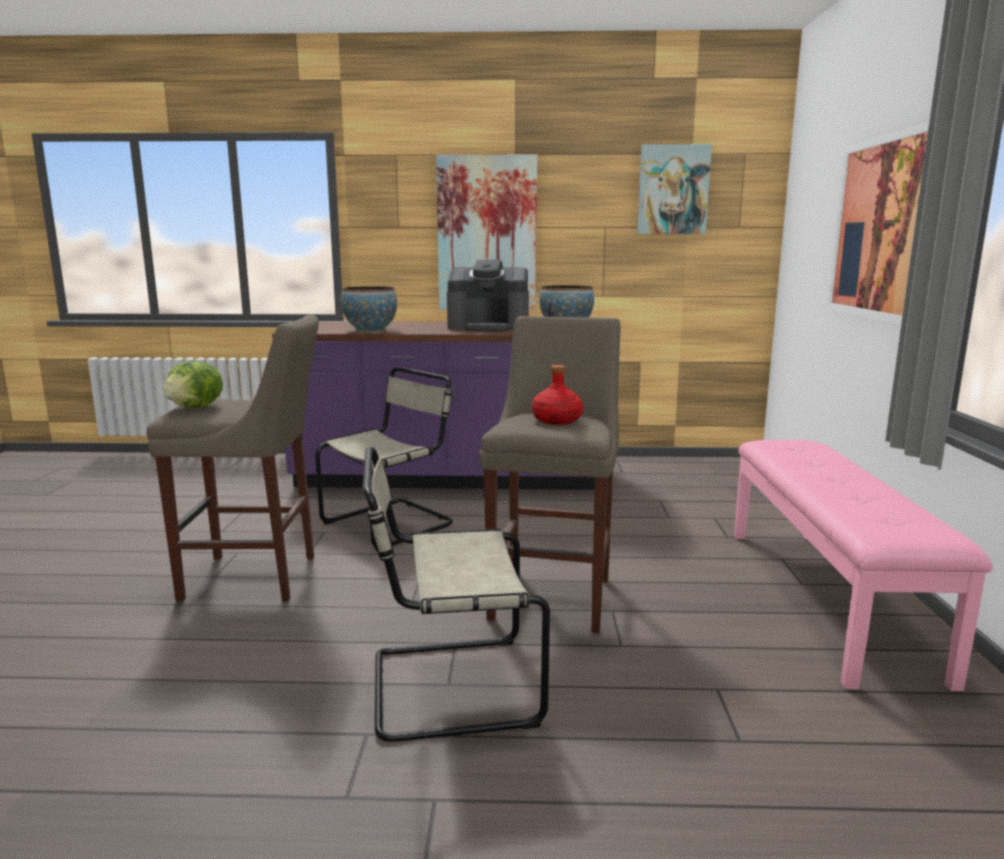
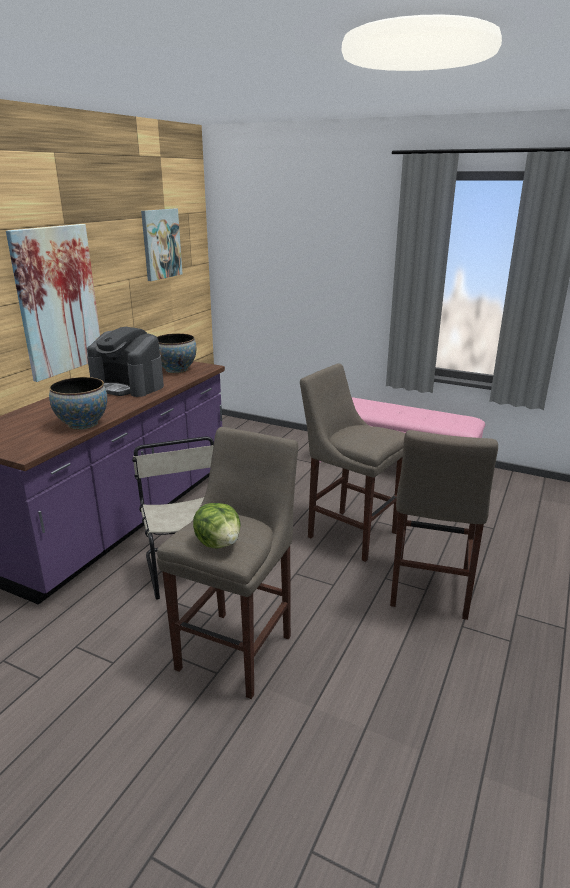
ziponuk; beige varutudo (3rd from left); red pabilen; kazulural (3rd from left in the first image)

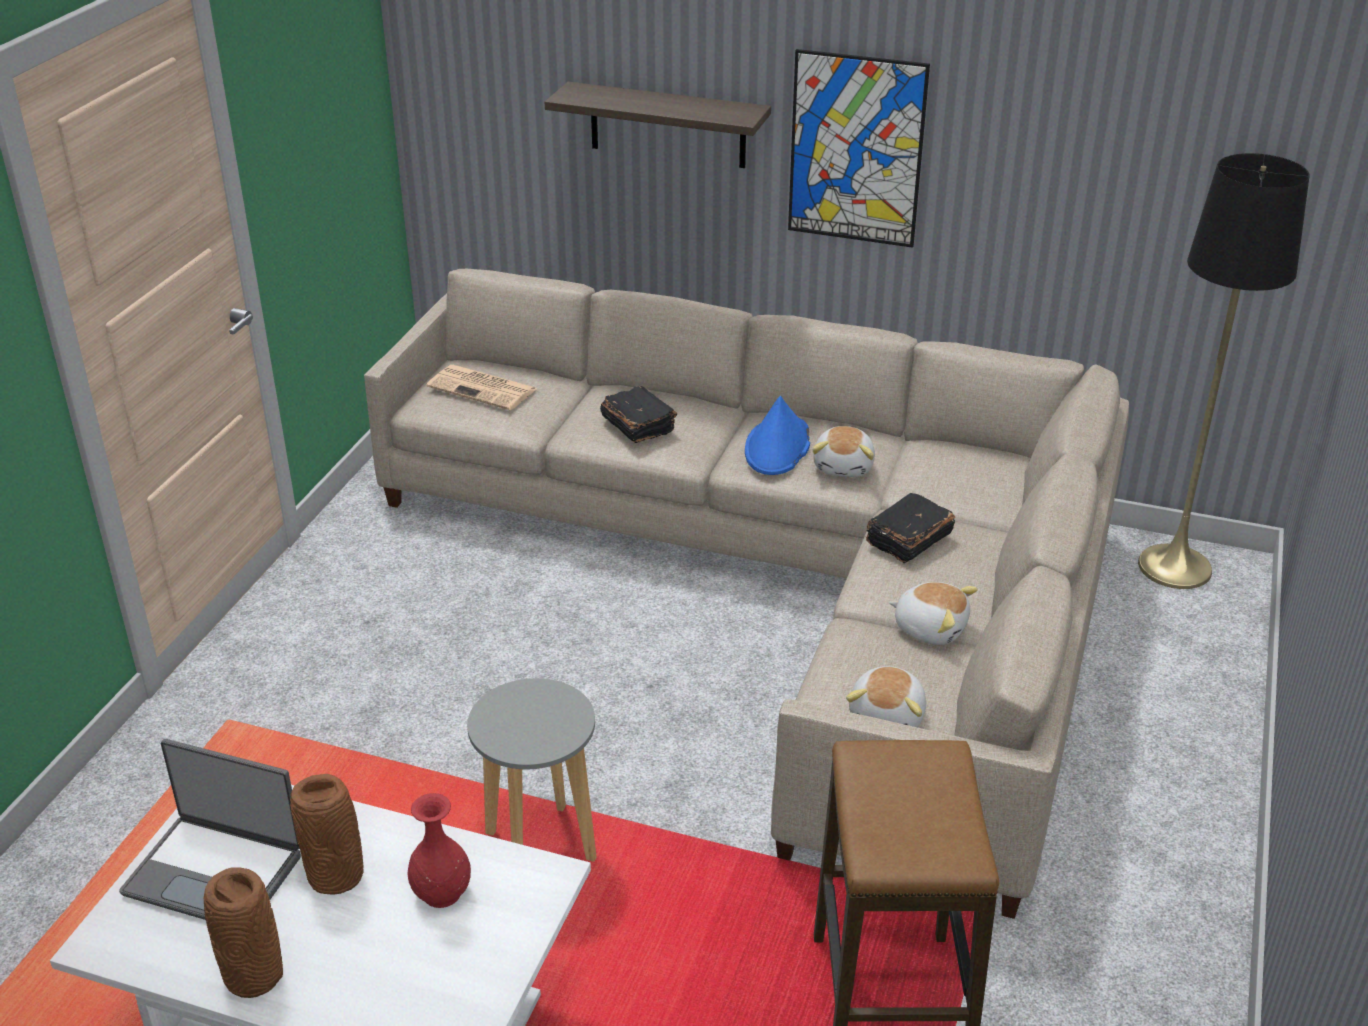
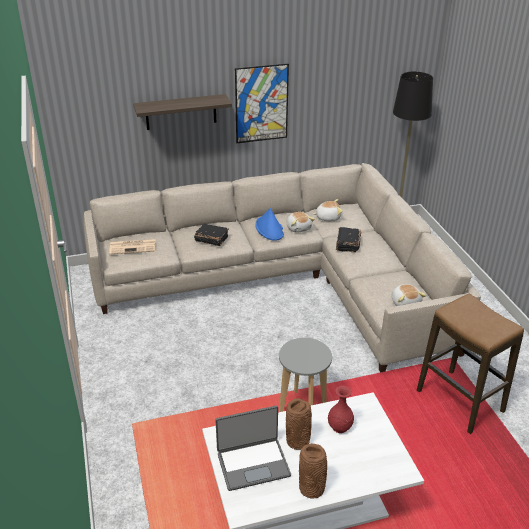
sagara (2nd from left)

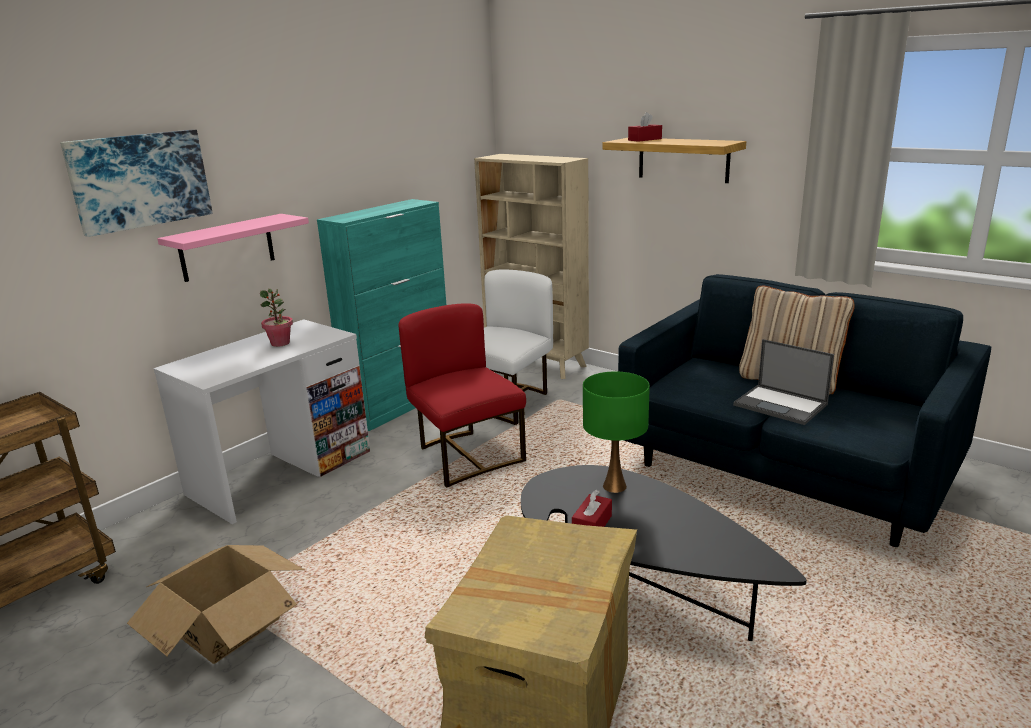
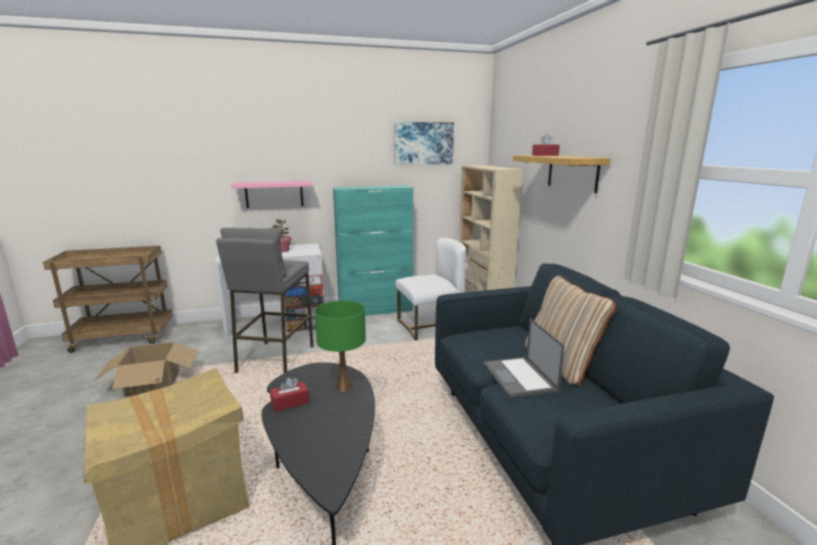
grey varutudo; kazulural; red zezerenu

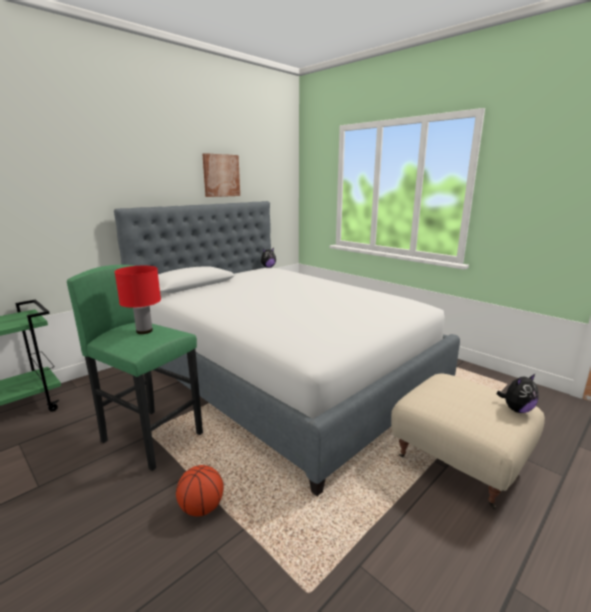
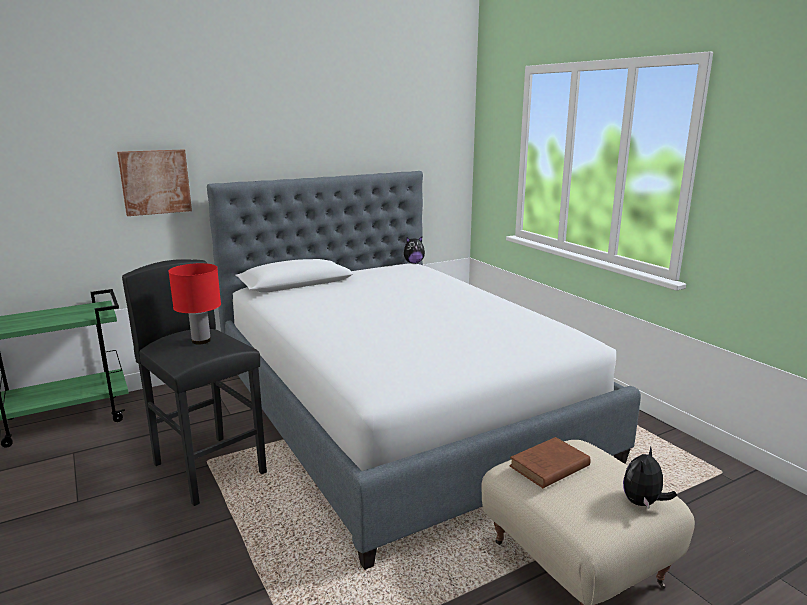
kazulural; black varutudo; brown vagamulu; sagara (2nd from left); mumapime

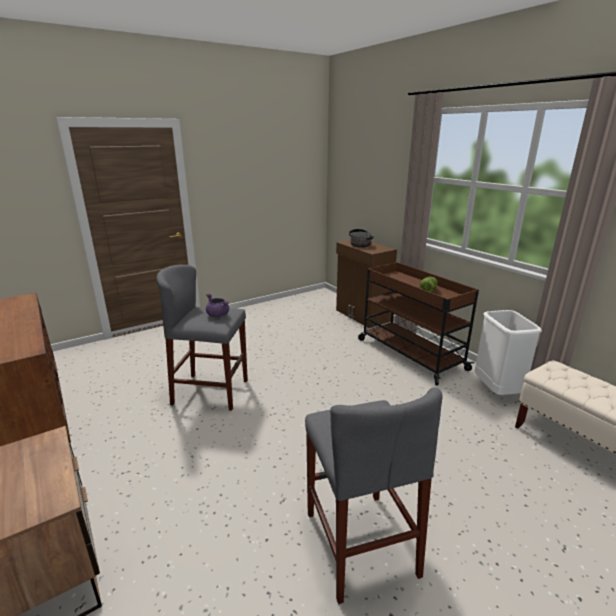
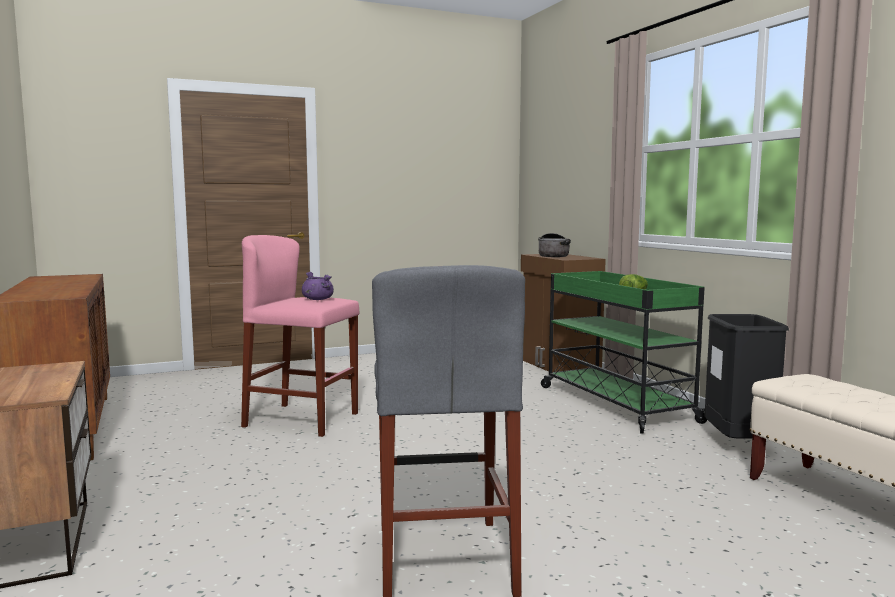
pink varutudo; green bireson; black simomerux

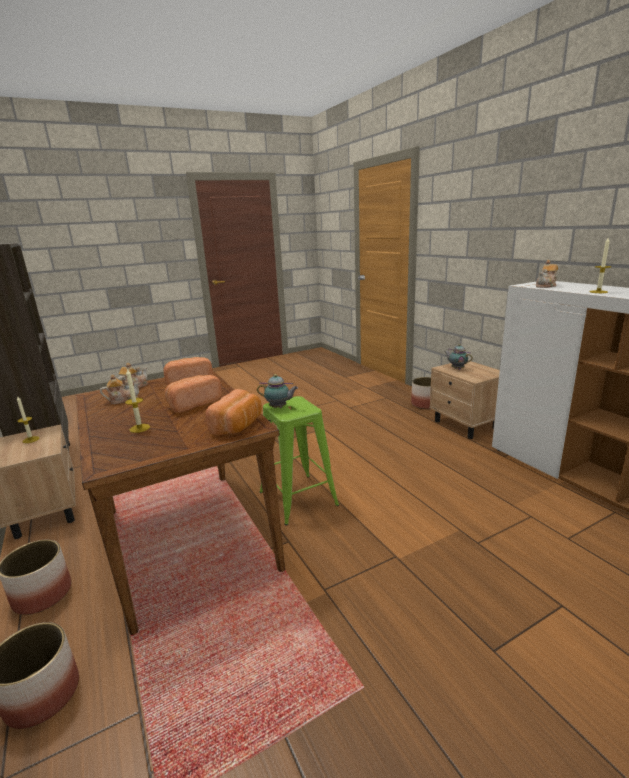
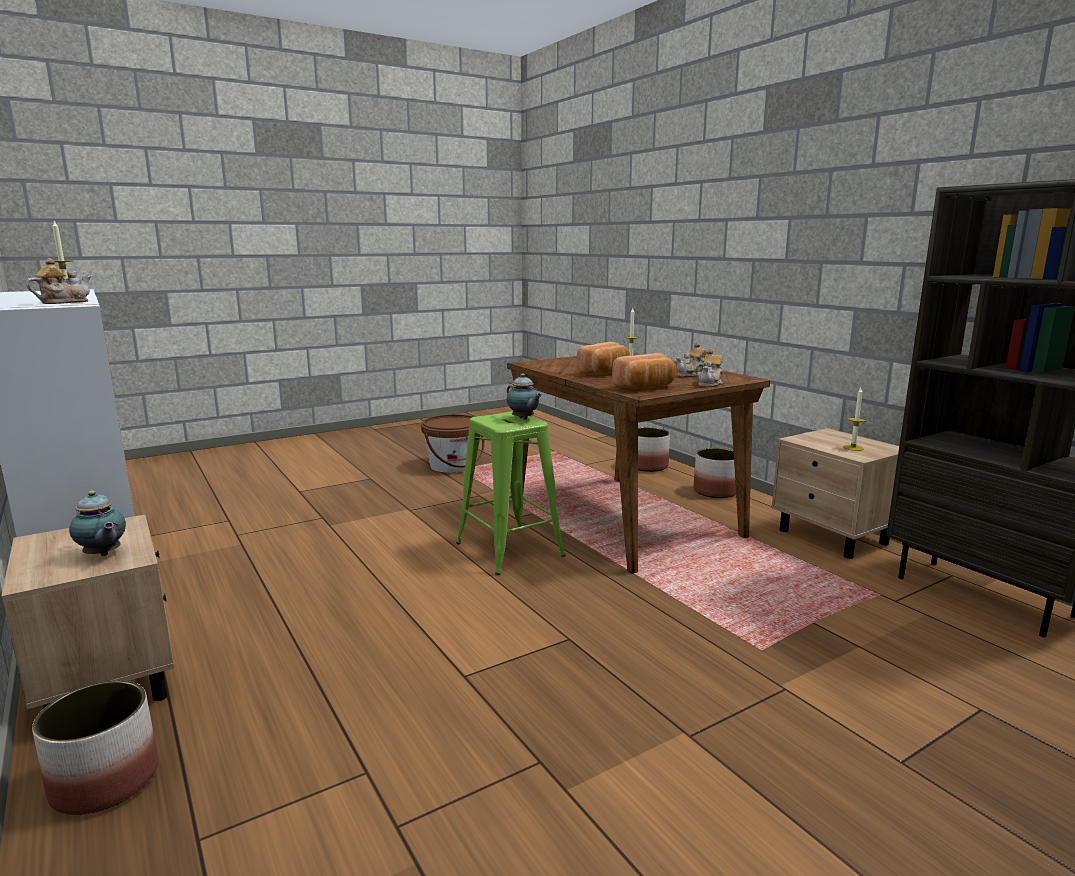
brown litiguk; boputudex (3rd from left); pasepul (3rd from left in the first image)

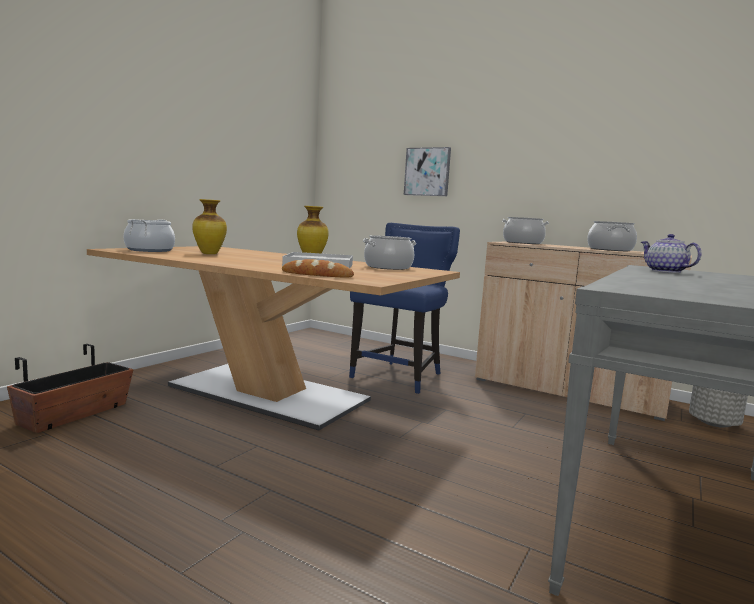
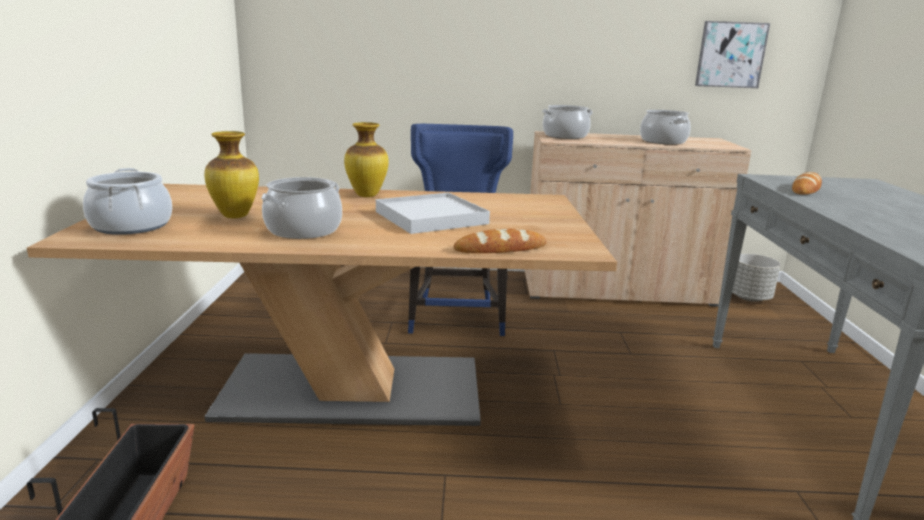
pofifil (2nd from left); kazulural; pasepul (2nd from left)

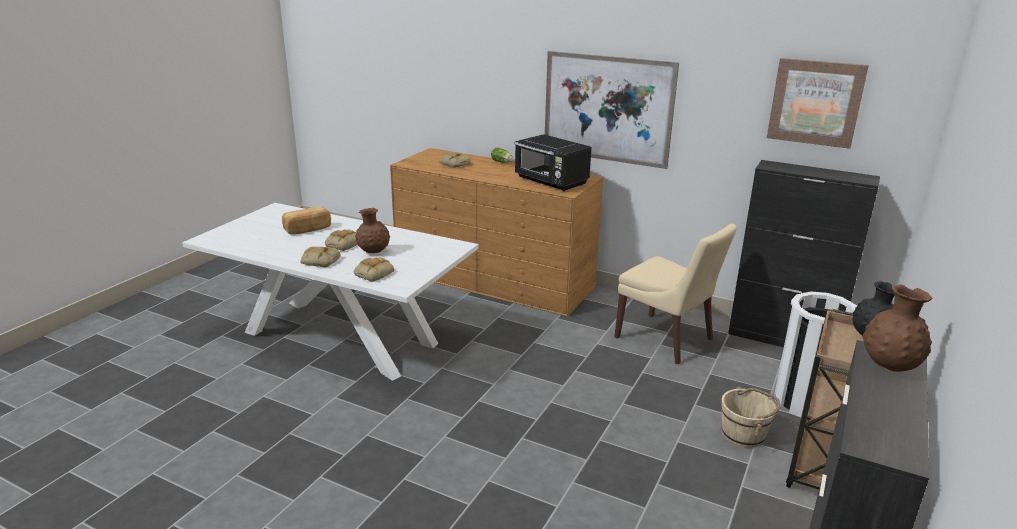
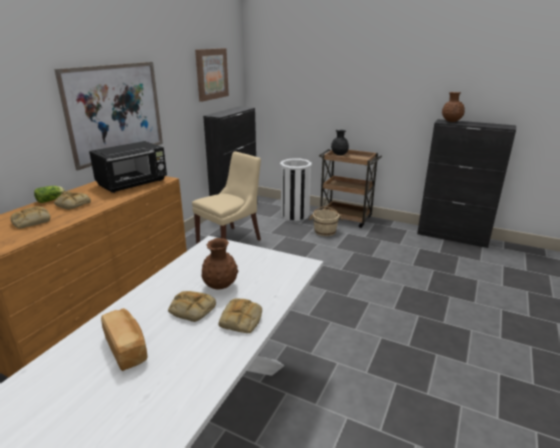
pasepul (2nd from left)

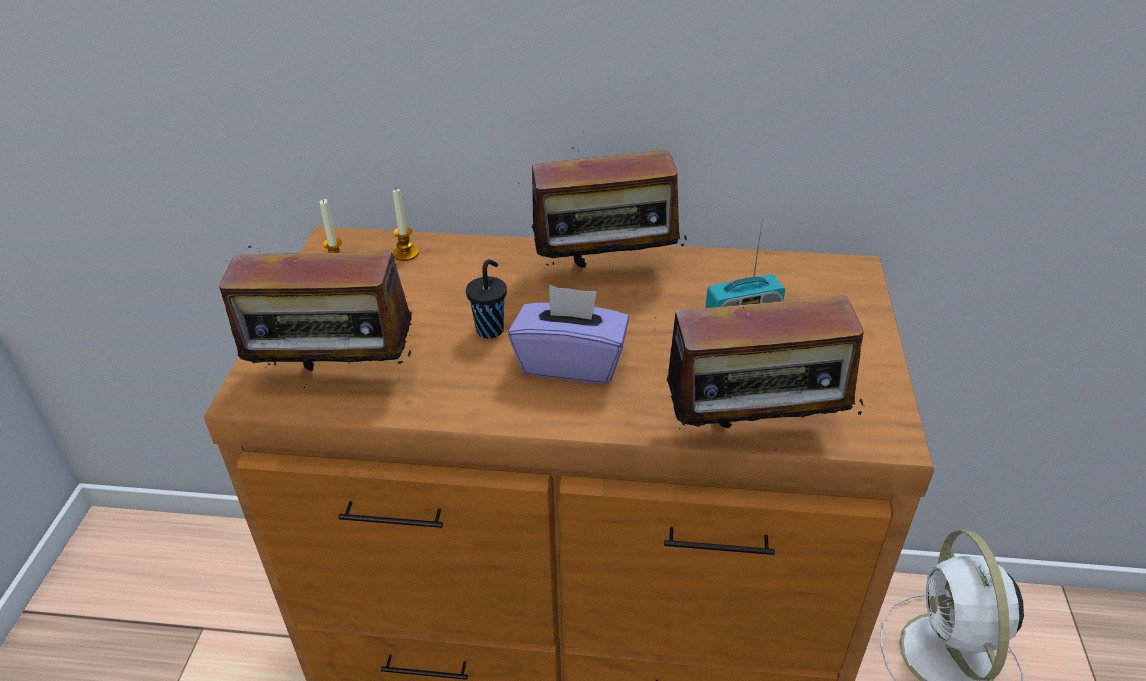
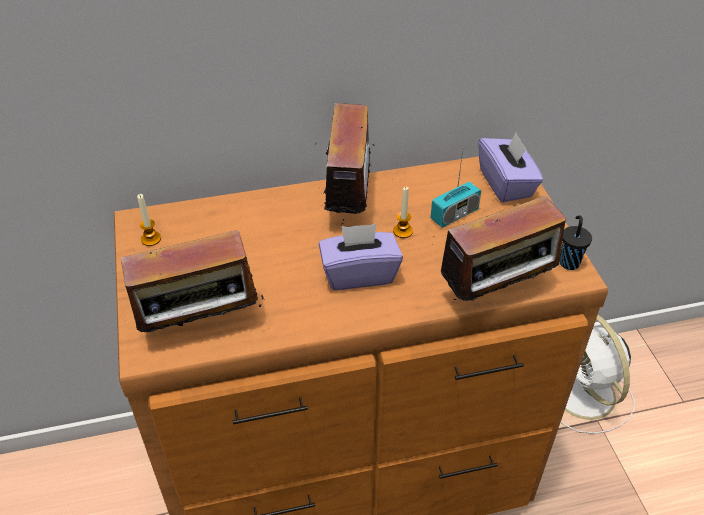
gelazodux (2nd from left); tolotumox (2nd from left); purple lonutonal (2nd from left); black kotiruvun

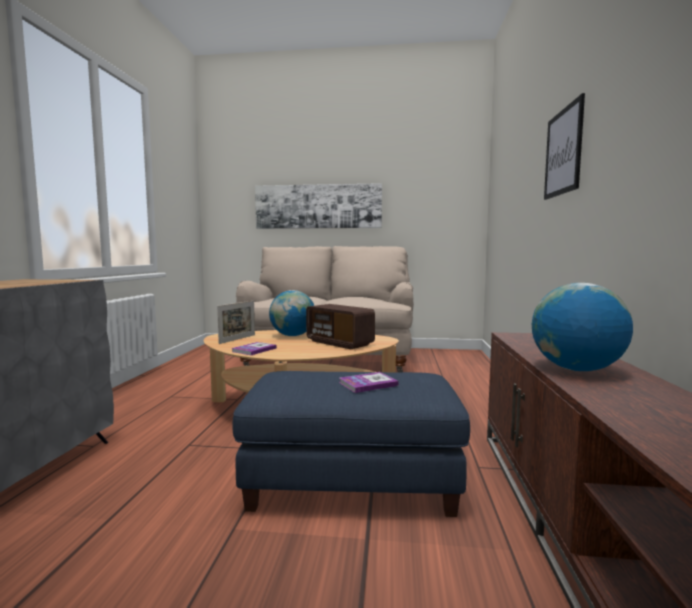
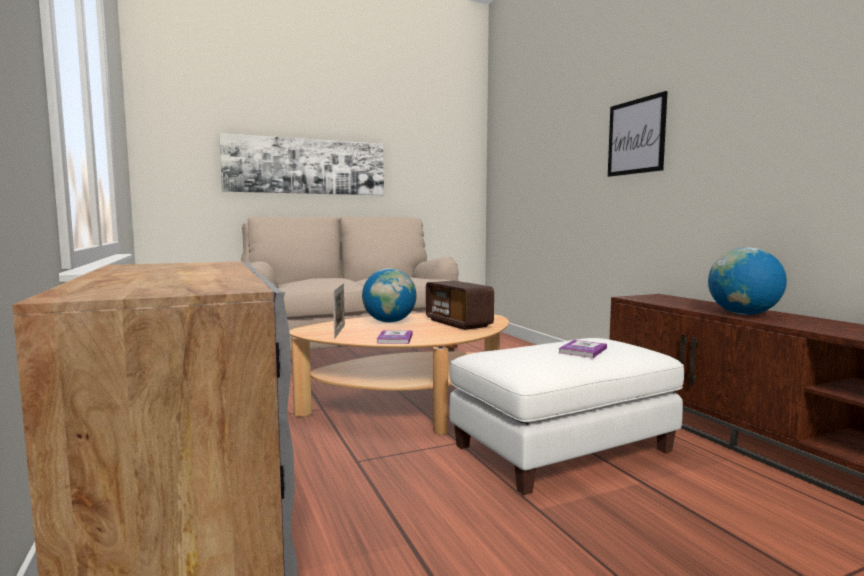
gelazodux; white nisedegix

